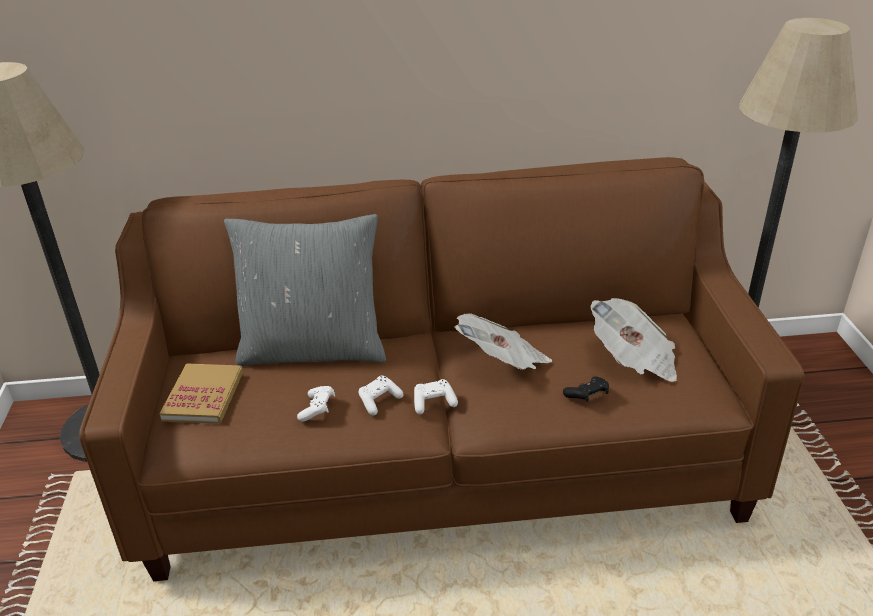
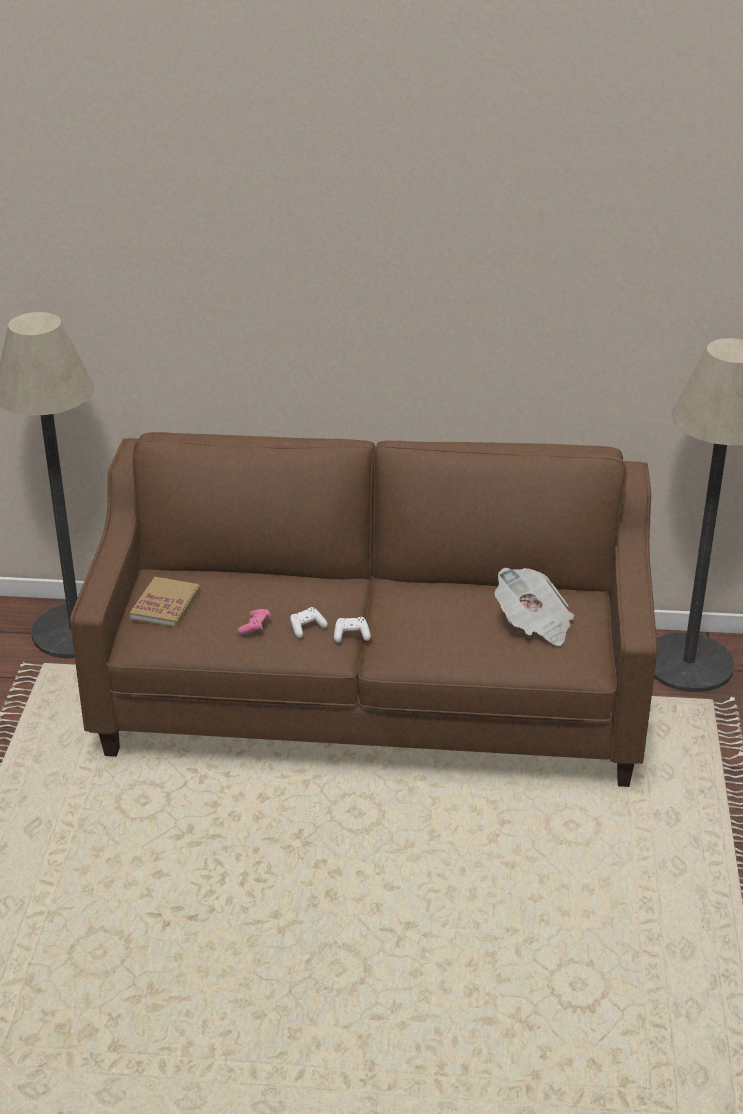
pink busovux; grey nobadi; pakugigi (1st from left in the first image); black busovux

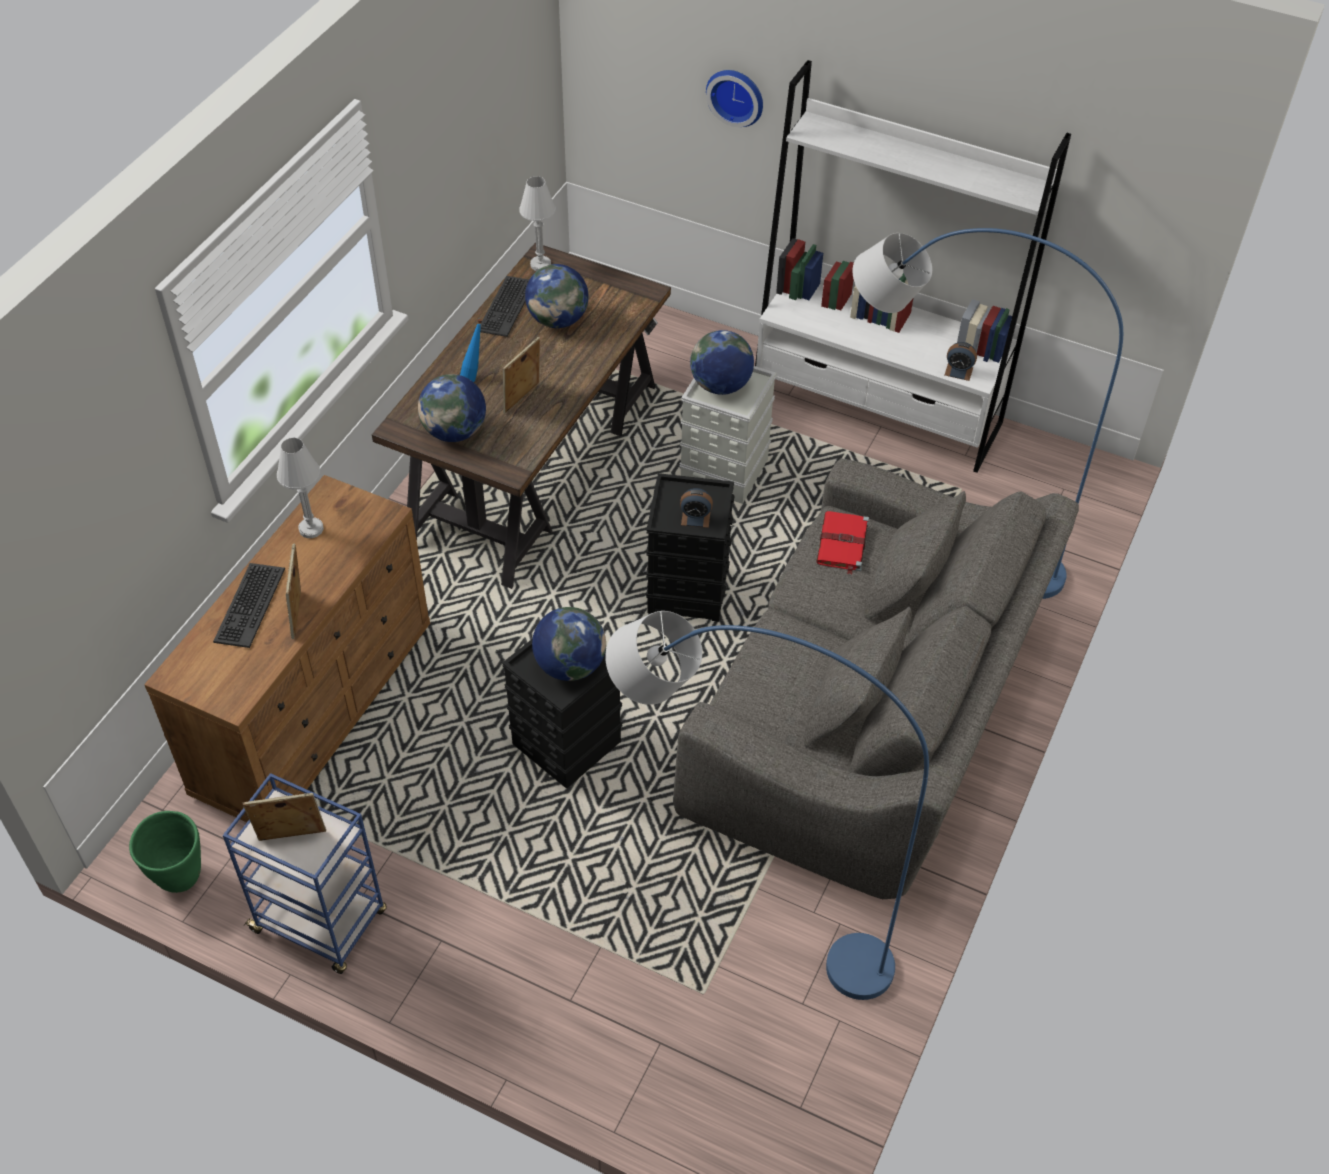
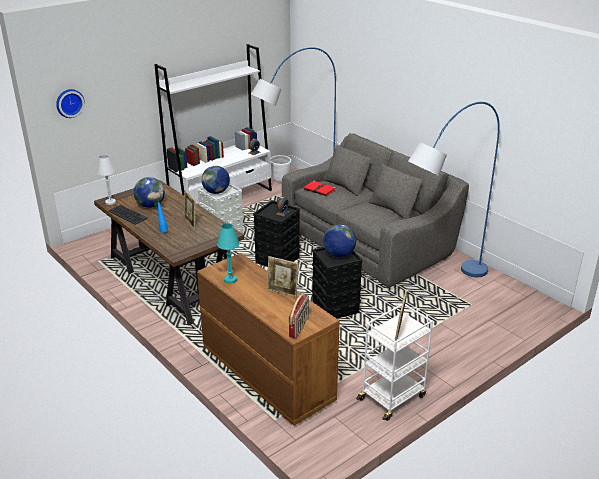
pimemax; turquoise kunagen; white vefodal; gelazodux; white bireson; green vefodal; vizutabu (1st from left in the first image); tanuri (1st from left in the first image)

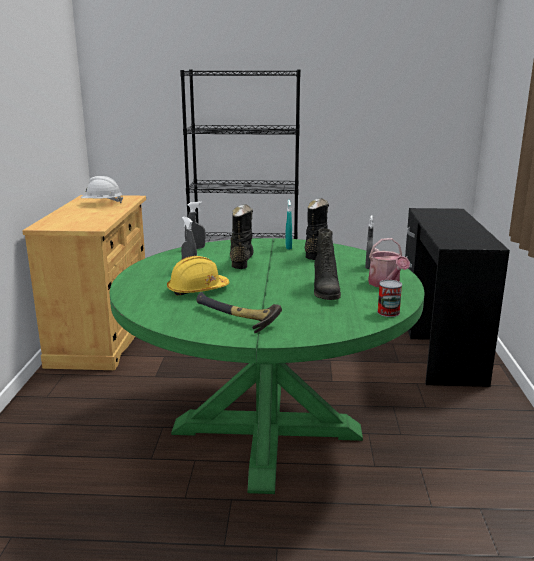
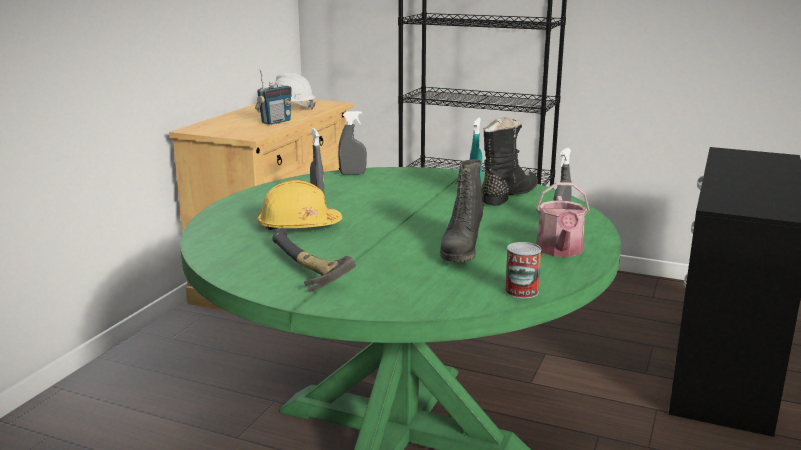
gelazodux; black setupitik (1st from left in the first image)

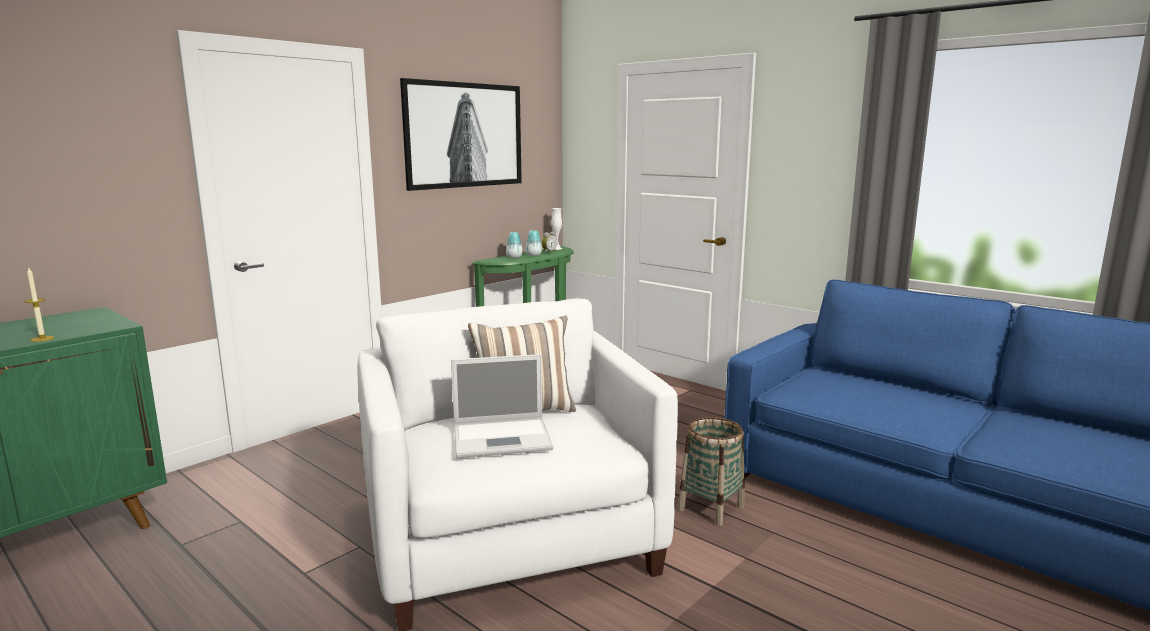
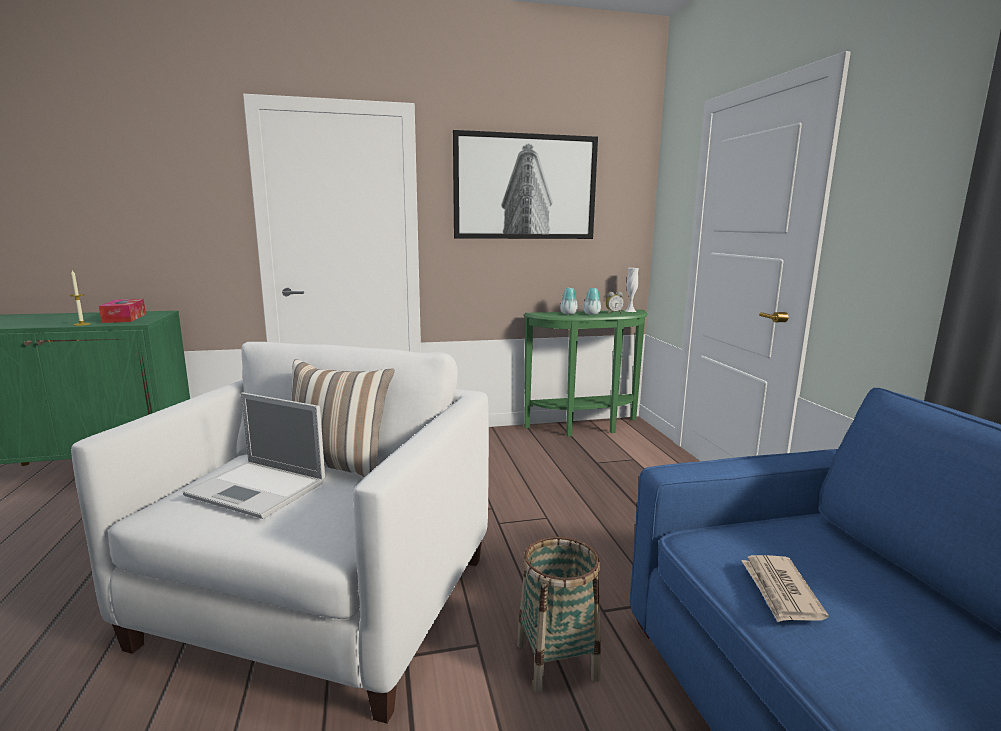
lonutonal; pakugigi

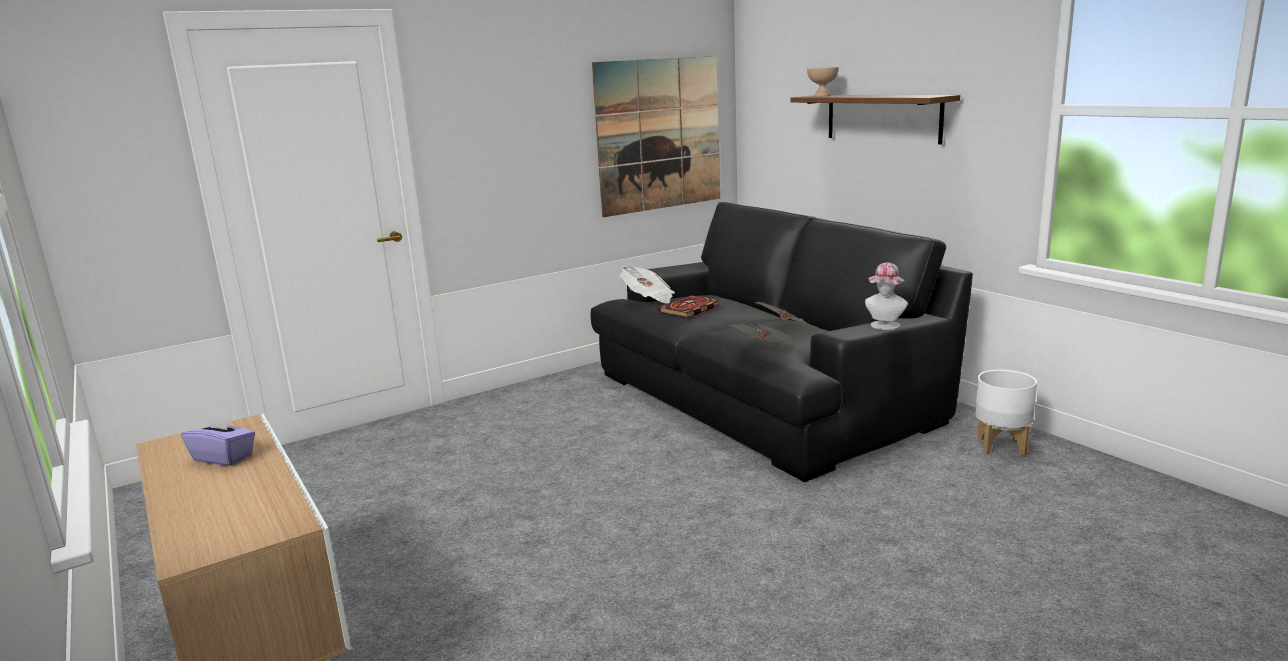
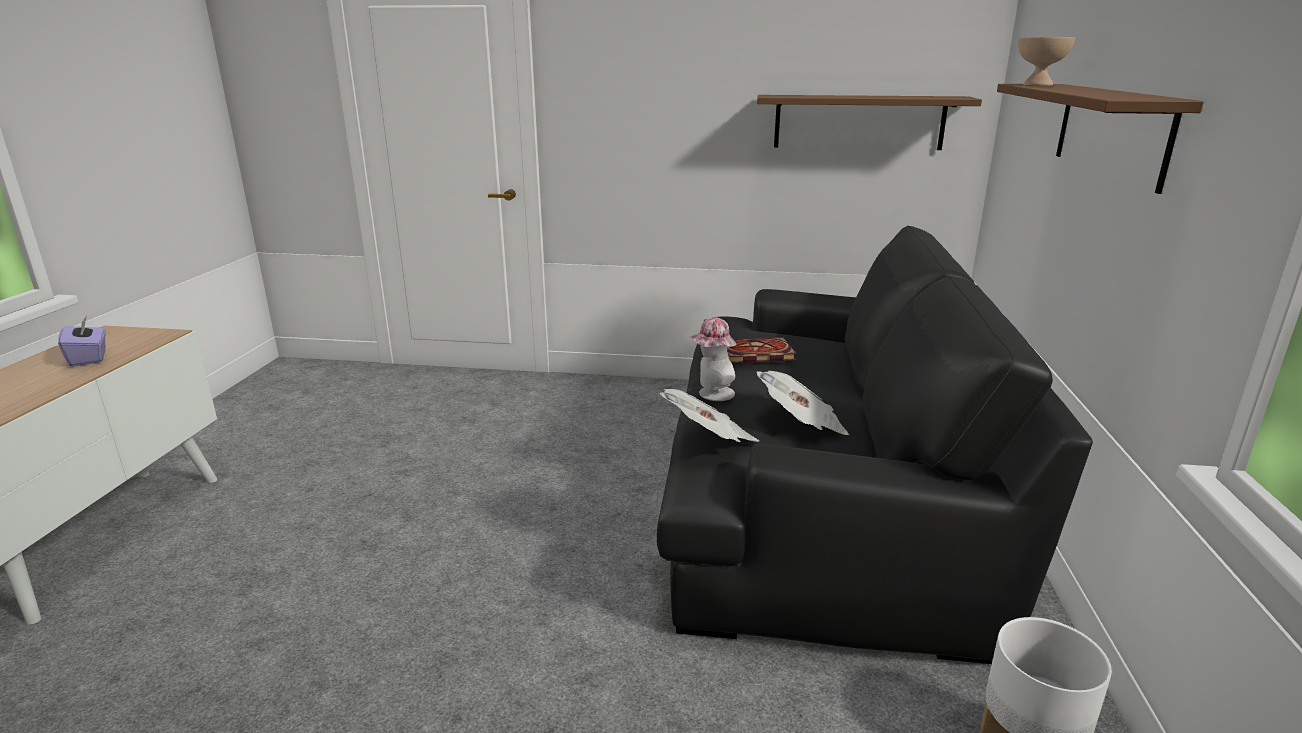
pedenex; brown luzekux (1st from left); pakugigi (1st from left in the first image)

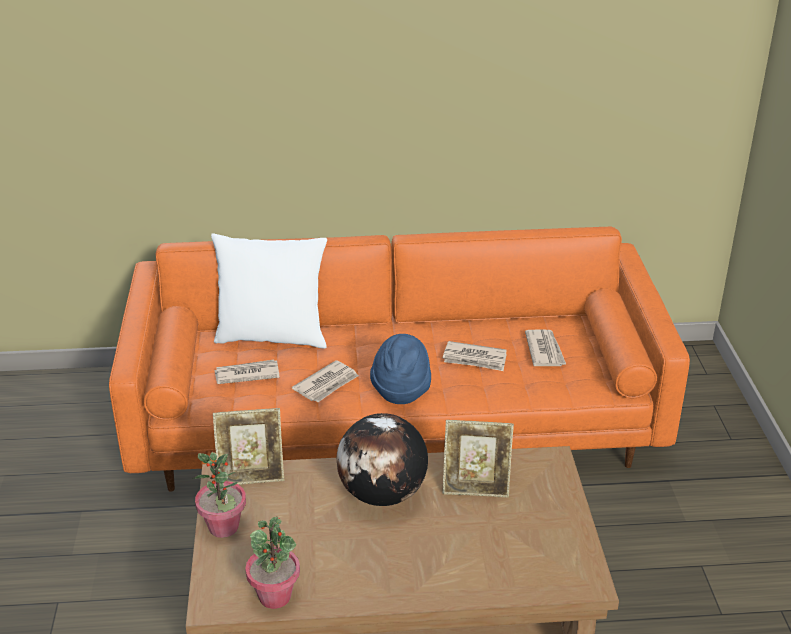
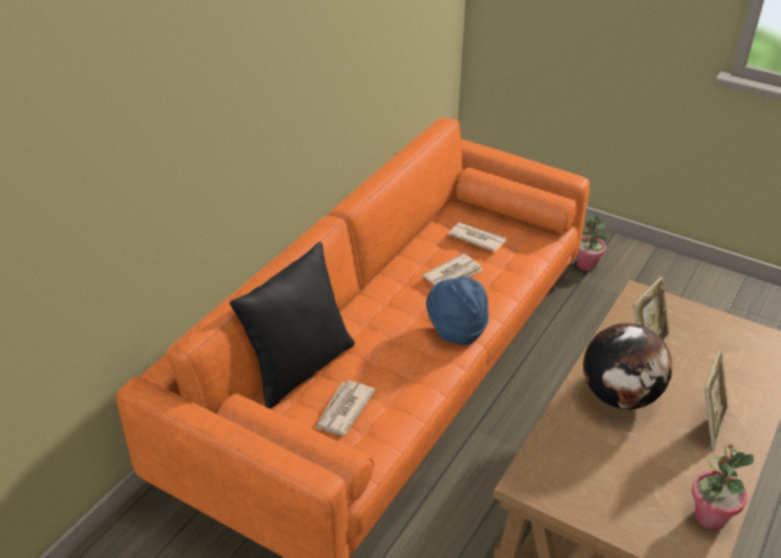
black nobadi; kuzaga (1st from left); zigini (2nd from left); pakugigi (2nd from left in the first image)

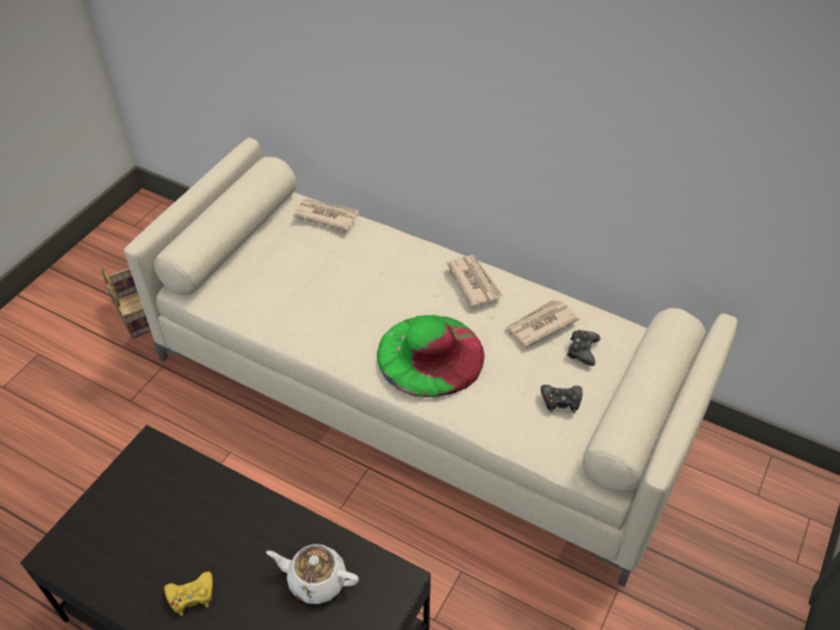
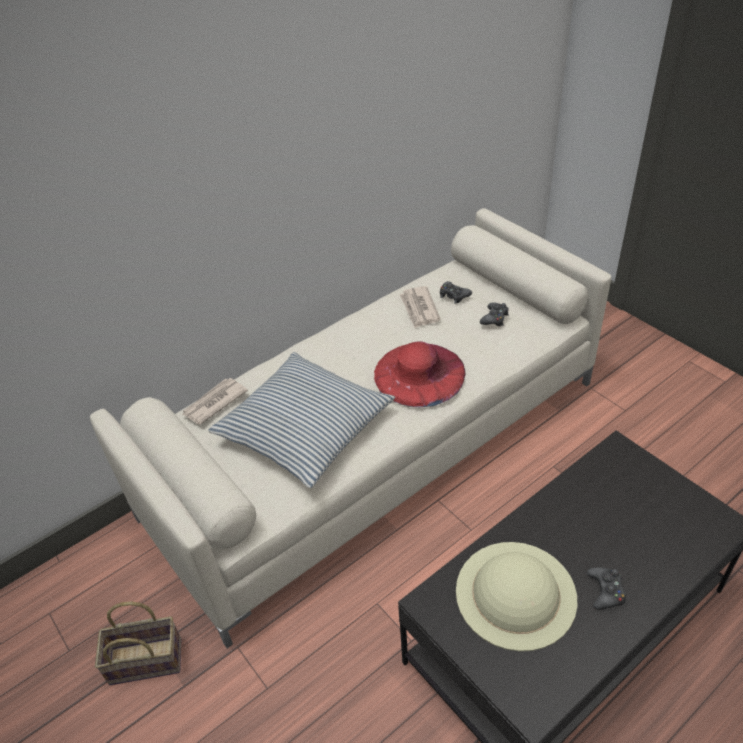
nobadi; red pedenex; beige pedenex; black busovux (3rd from left); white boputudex; pakugigi (2nd from left in the first image)

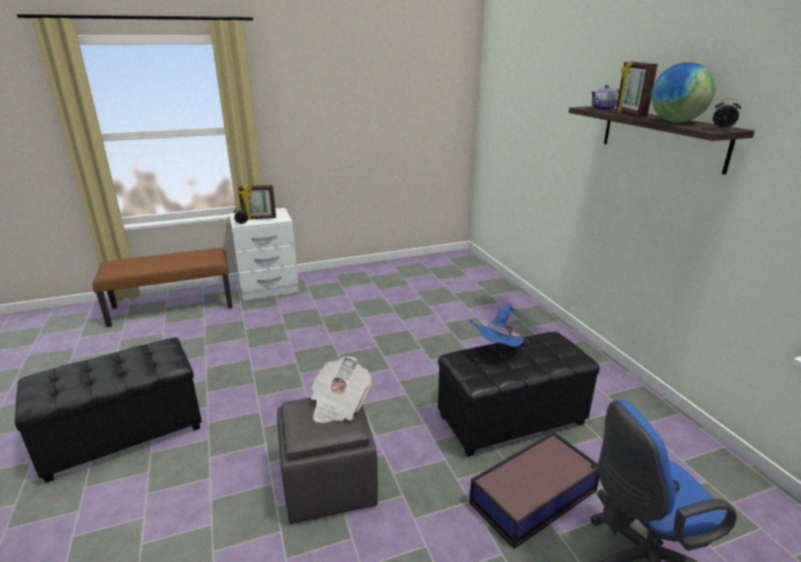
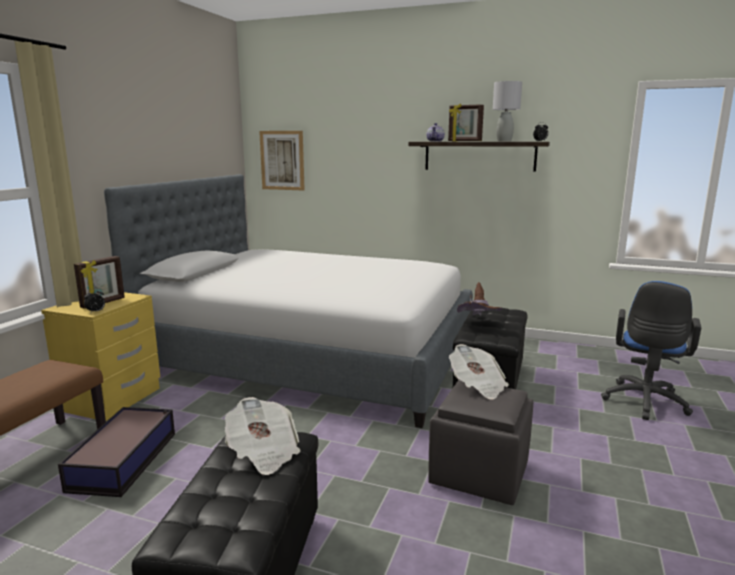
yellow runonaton; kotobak; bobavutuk; pakugigi (1st from left); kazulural; brown pedenex; grey kunagen

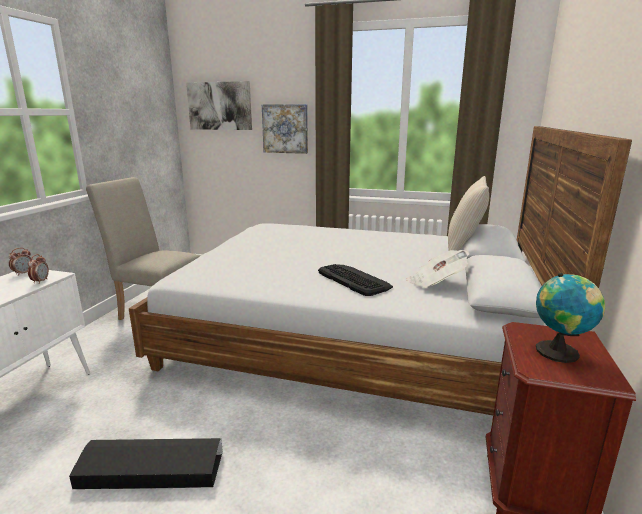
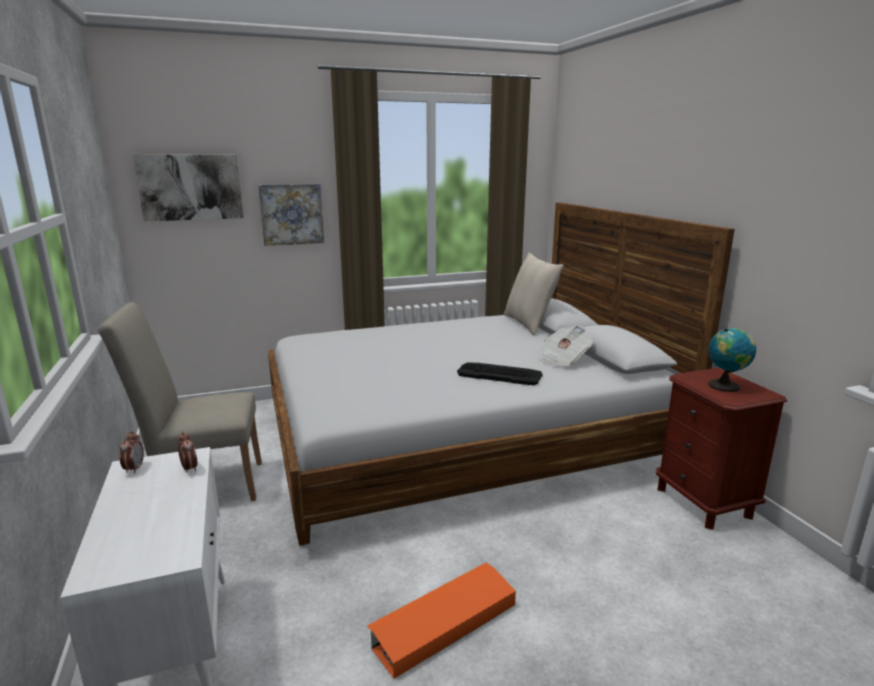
orange kotobak

